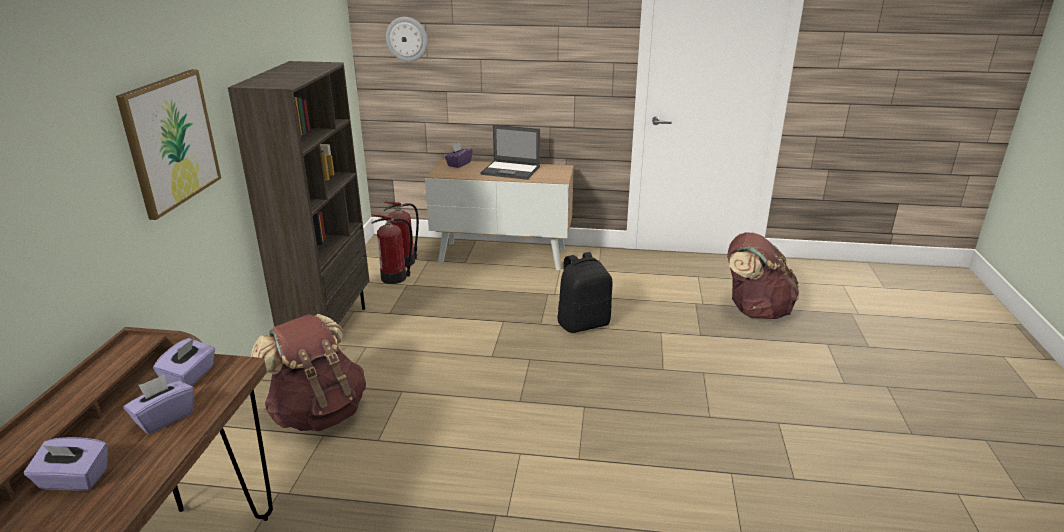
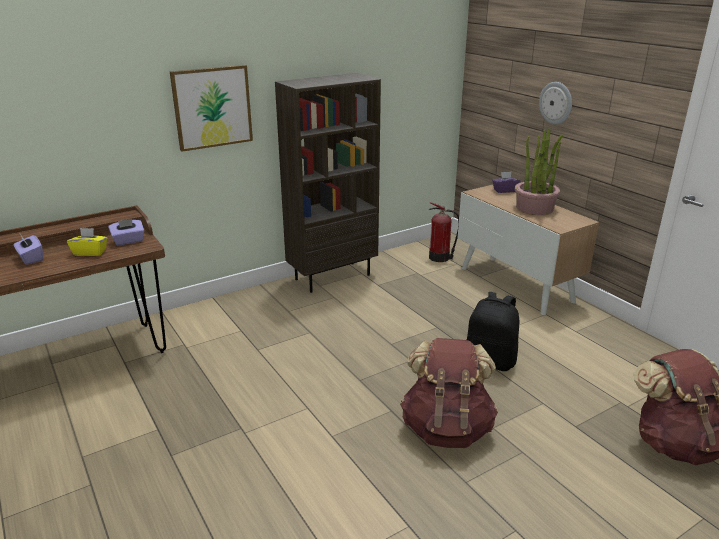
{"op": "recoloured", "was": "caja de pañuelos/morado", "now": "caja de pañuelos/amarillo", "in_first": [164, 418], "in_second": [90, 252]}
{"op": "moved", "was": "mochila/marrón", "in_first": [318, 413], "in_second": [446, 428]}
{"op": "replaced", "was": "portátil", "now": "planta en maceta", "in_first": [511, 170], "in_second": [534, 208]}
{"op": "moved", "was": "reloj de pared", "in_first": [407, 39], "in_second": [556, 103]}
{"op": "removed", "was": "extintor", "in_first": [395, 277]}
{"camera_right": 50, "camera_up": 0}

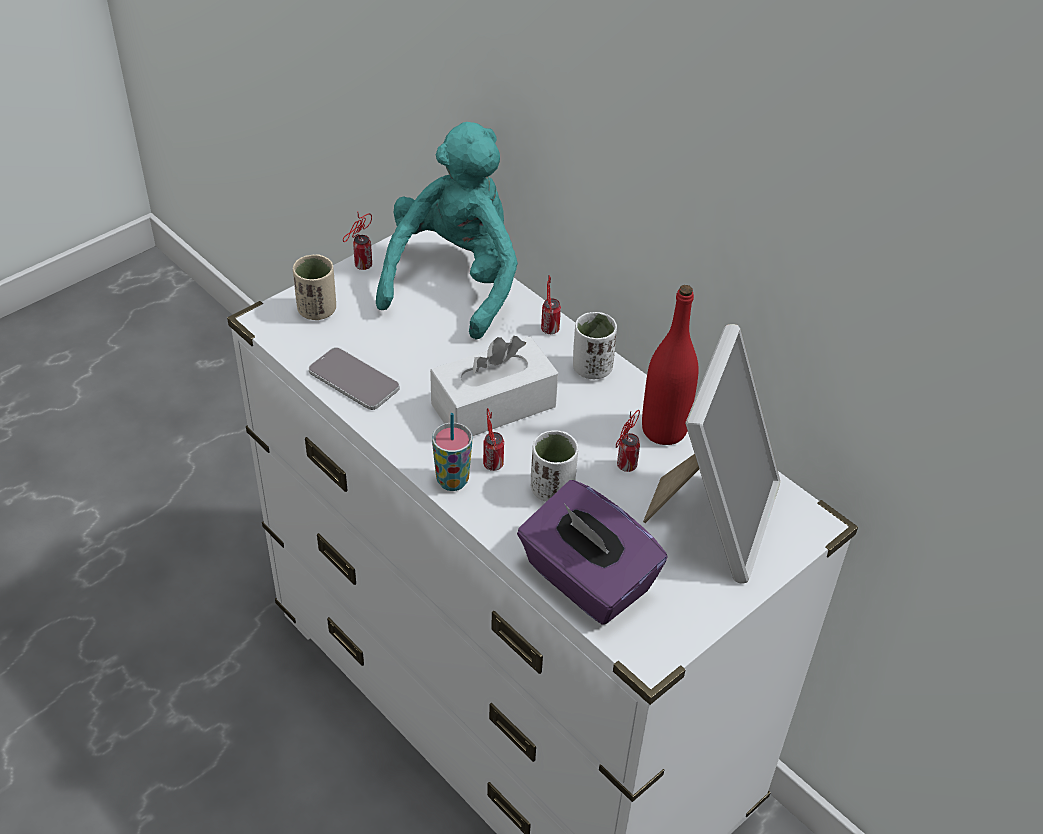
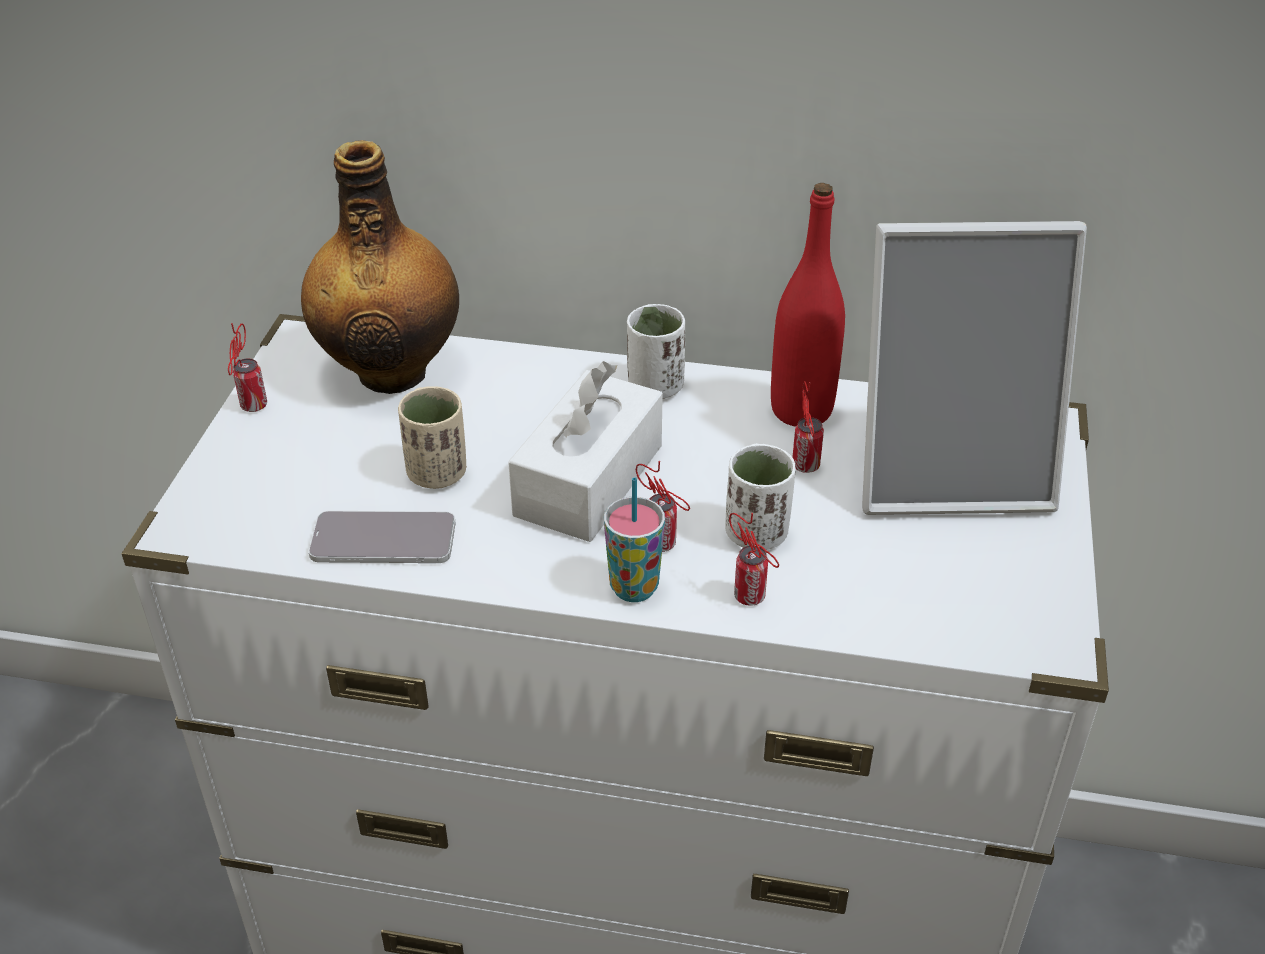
{"op": "replaced", "was": "peluche/turquesa", "now": "botella", "in_first": [455, 280], "in_second": [392, 370]}
{"op": "moved", "was": "taza/beis", "in_first": [317, 310], "in_second": [437, 474]}
{"op": "moved", "was": "lata", "in_first": [550, 331], "in_second": [752, 599]}
{"op": "turned", "was": "portarretratos", "in_first": [712, 517], "in_second": [949, 470], "clockwise": 105}
{"op": "removed", "was": "caja de pañuelos/morado", "in_first": [586, 580]}
{"camera_right": -35, "camera_up": -5}

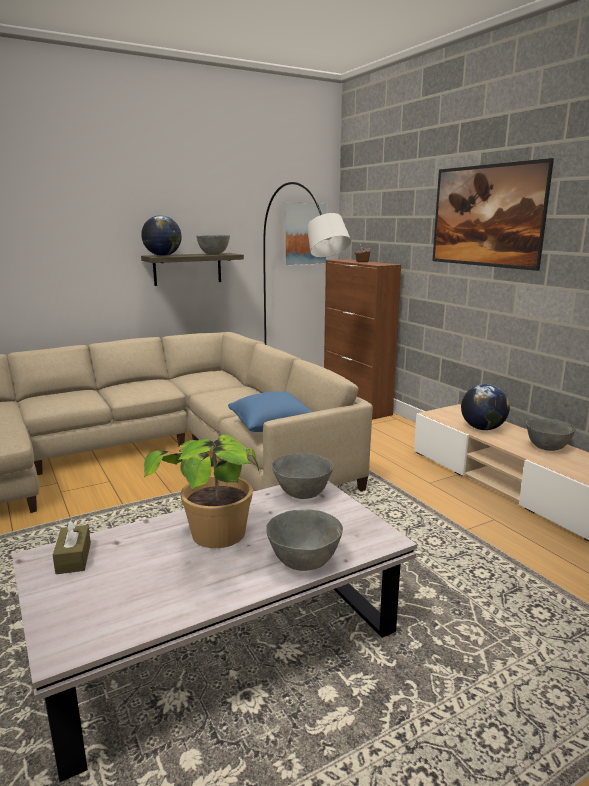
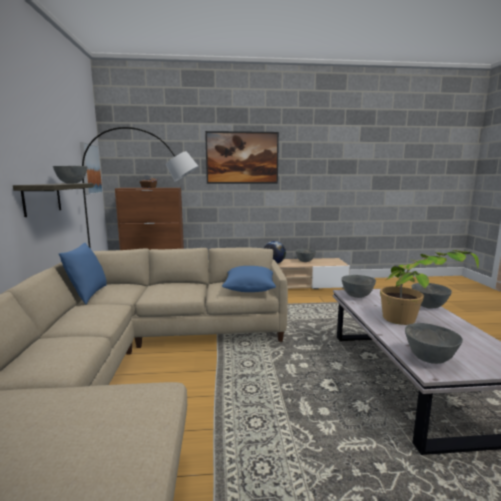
{"op": "added", "now": "cojín/azul", "in_second": [87, 295]}
{"op": "replaced", "was": "caja de pañuelos/marrón", "now": "cuenco/gris", "in_first": [73, 558], "in_second": [429, 359]}
{"op": "removed", "was": "globo terráqueo", "in_first": [162, 256]}
{"camera_right": -65, "camera_up": -5}

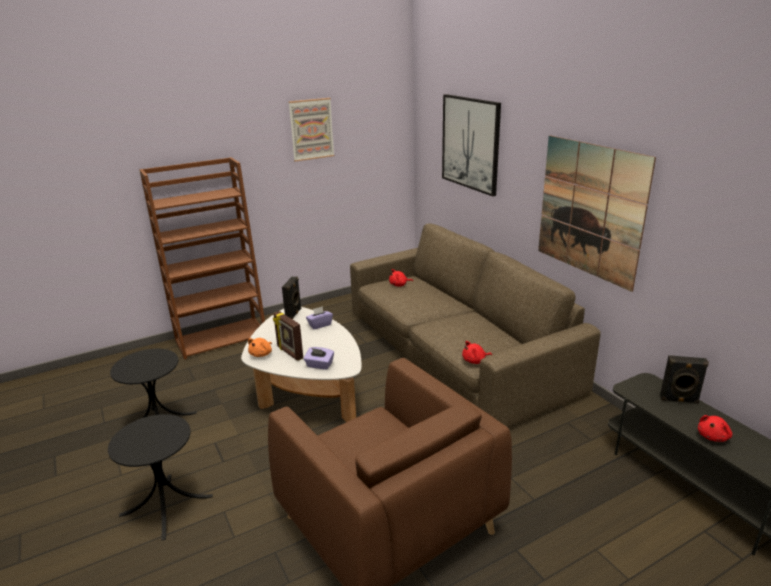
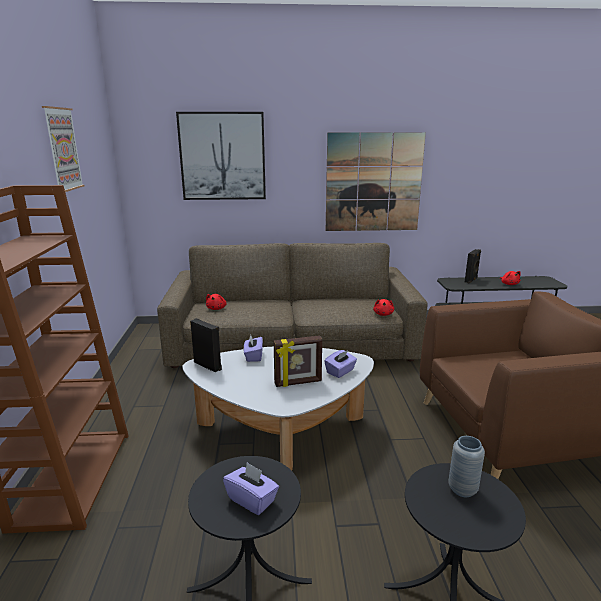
{"op": "added", "now": "caja de pañuelos/morado", "in_second": [252, 500]}
{"op": "added", "now": "florero/gris", "in_second": [462, 489]}
{"op": "removed", "was": "peluche/naranja", "in_first": [261, 354]}
{"camera_right": -65, "camera_up": -5}

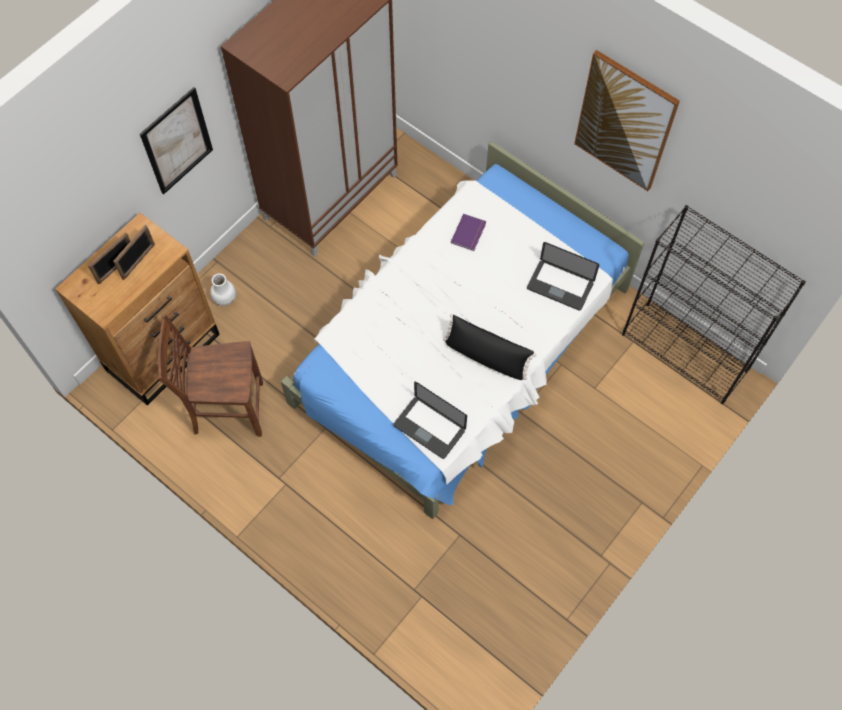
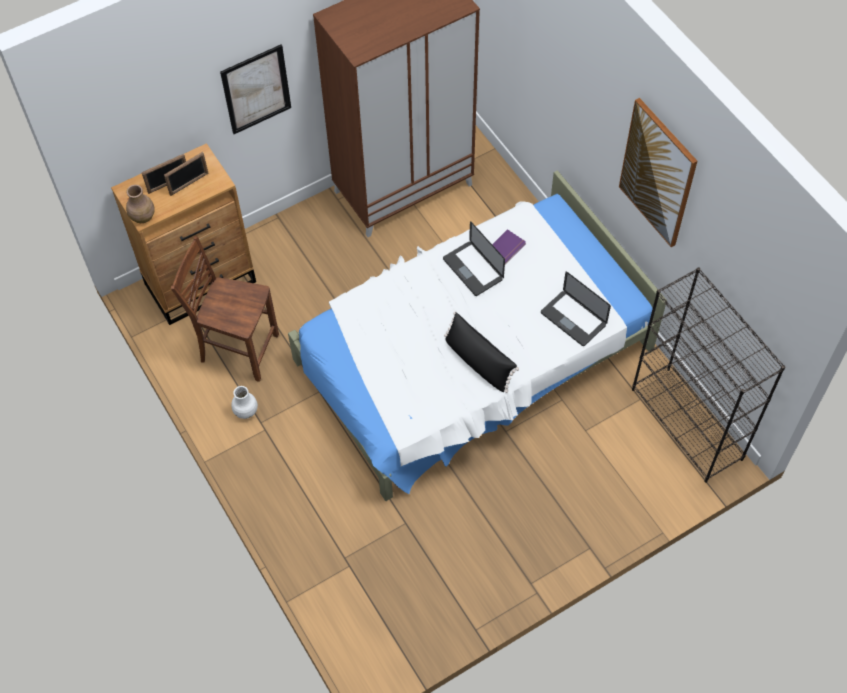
{"op": "added", "now": "florero/marrón", "in_second": [143, 217]}
{"op": "moved", "was": "florero/blanco", "in_first": [225, 299], "in_second": [245, 411]}
{"op": "moved", "was": "portátil", "in_first": [429, 428], "in_second": [473, 269]}
{"camera_right": 20, "camera_up": -5}

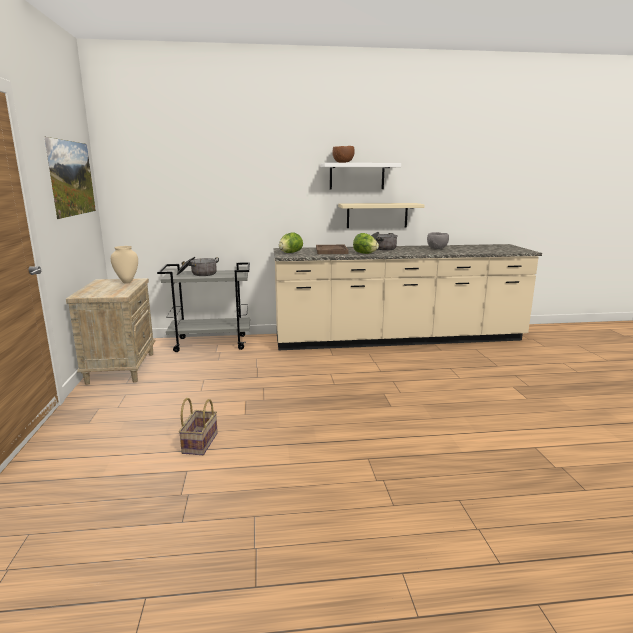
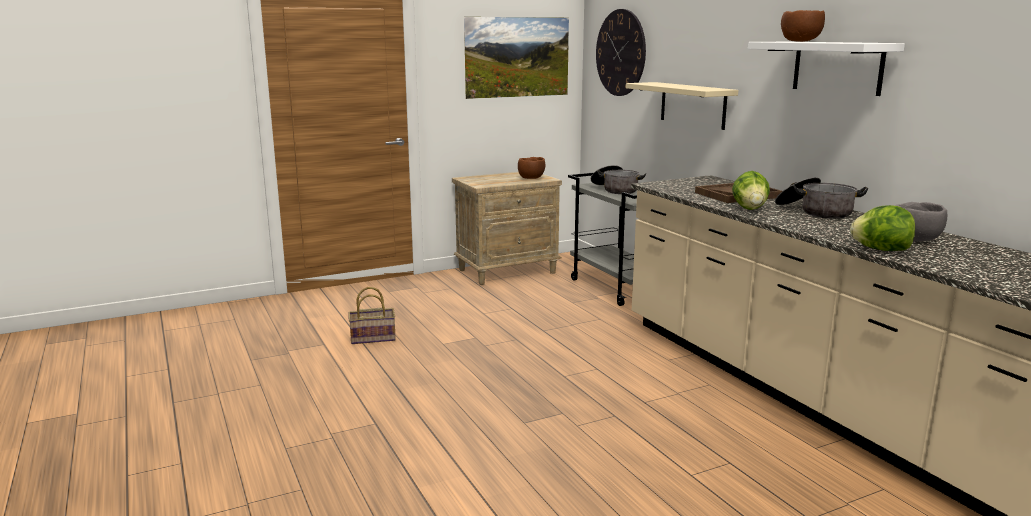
{"op": "replaced", "was": "florero/beis", "now": "cuenco/marrón", "in_first": [127, 282], "in_second": [532, 178]}
{"op": "added", "now": "reloj de pared", "in_second": [620, 53]}
{"op": "moved", "was": "estante/beis", "in_first": [377, 215], "in_second": [692, 105]}
{"op": "moved", "was": "lechuga", "in_first": [290, 253], "in_second": [881, 250]}
{"camera_right": 70, "camera_up": 0}

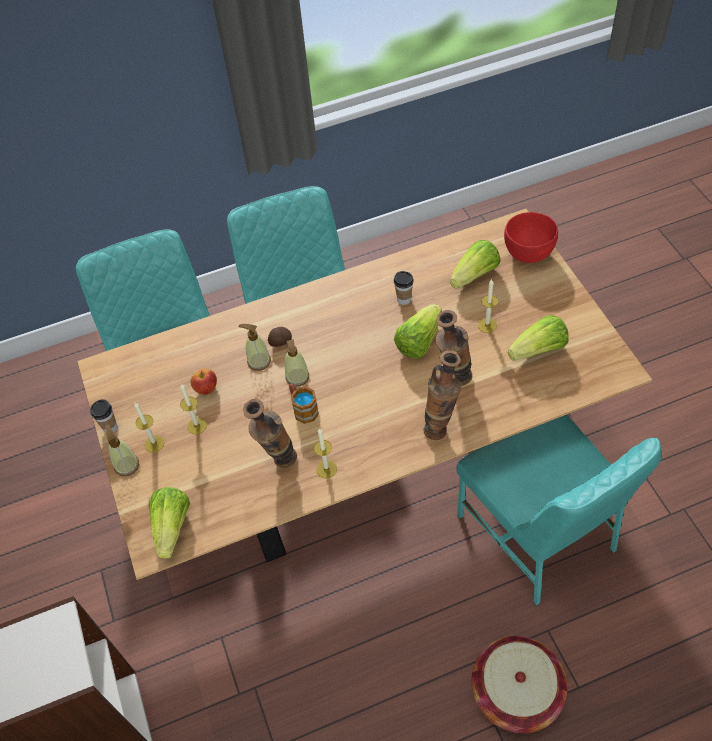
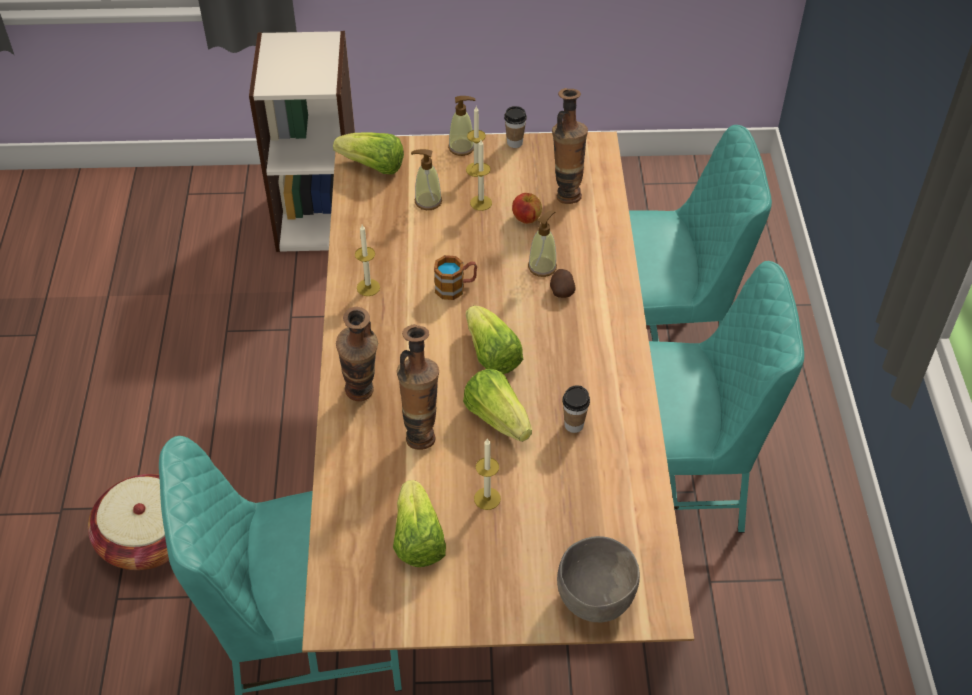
{"op": "moved", "was": "dispensador de jabón", "in_first": [297, 377], "in_second": [428, 201]}
{"op": "moved", "was": "lechuga", "in_first": [475, 275], "in_second": [491, 355]}
{"op": "moved", "was": "florero", "in_first": [278, 462], "in_second": [566, 192]}
{"op": "recoloured", "was": "cuenco/rojo", "now": "cuenco/gris", "in_first": [528, 254], "in_second": [595, 600]}
{"camera_right": 105, "camera_up": -5}

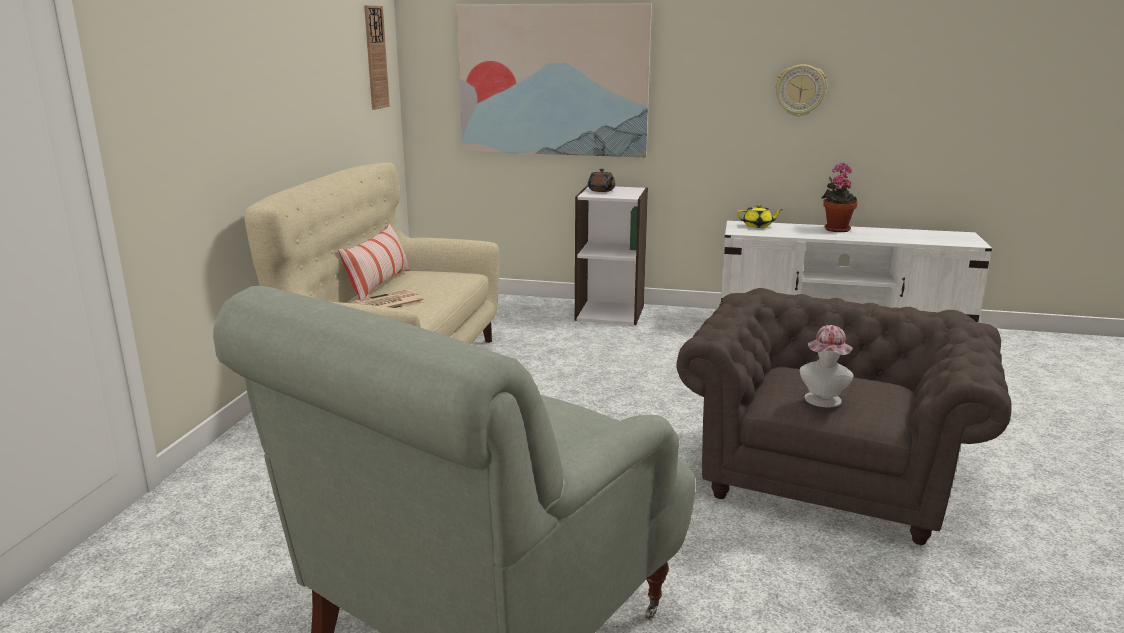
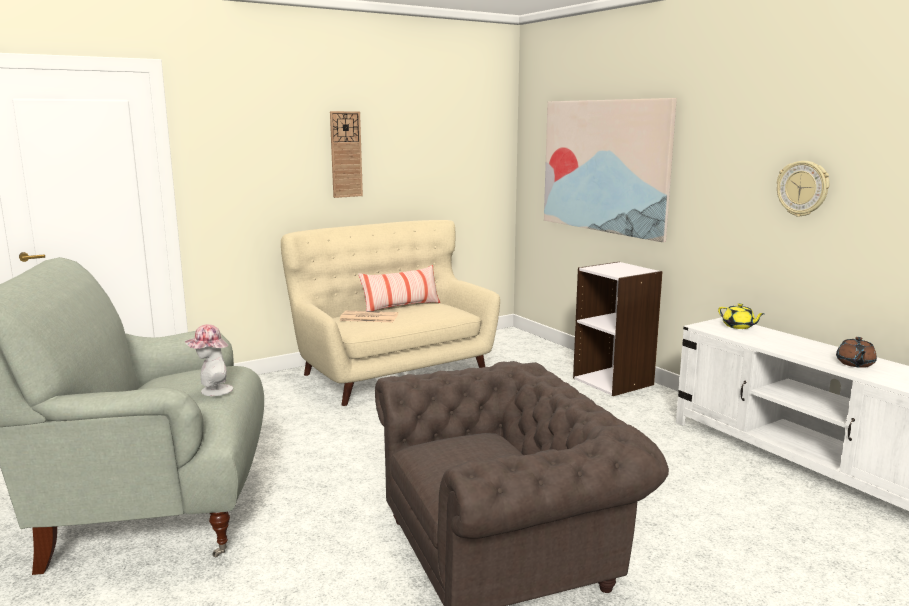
{"op": "moved", "was": "sombrero", "in_first": [823, 402], "in_second": [212, 391]}
{"op": "moved", "was": "reloj de pared", "in_first": [376, 57], "in_second": [346, 154]}
{"op": "moved", "was": "tetera/marrón", "in_first": [601, 190], "in_second": [855, 364]}
{"op": "removed", "was": "planta en maceta", "in_first": [836, 229]}
{"camera_right": 45, "camera_up": -5}

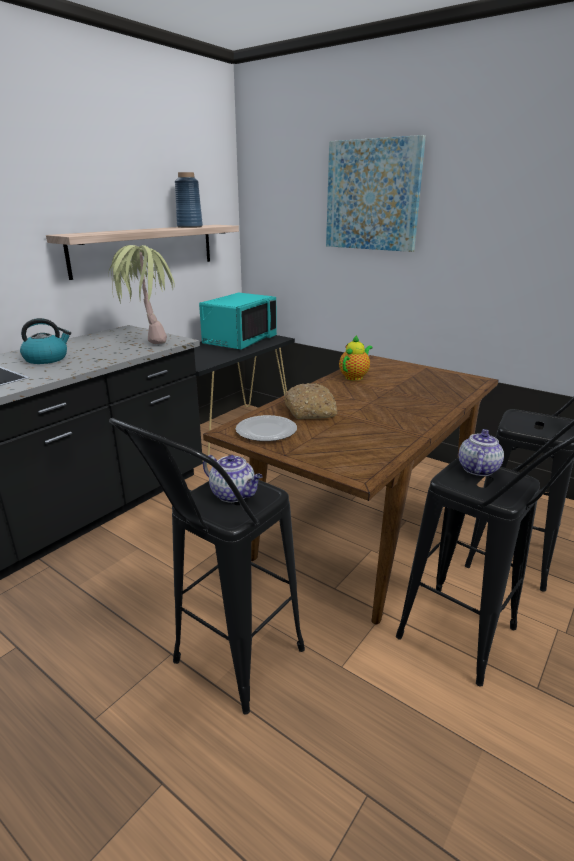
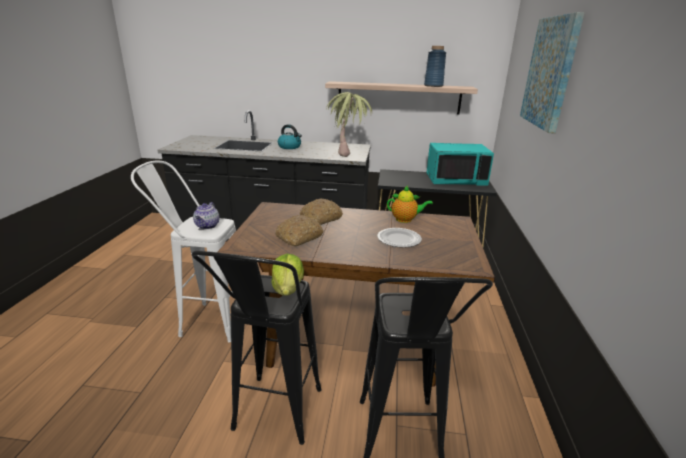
{"op": "recoloured", "was": "taburete/negro", "now": "taburete/blanco", "in_first": [225, 669], "in_second": [205, 321]}
{"op": "replaced", "was": "tetera", "now": "lechuga", "in_first": [477, 469], "in_second": [288, 289]}
{"op": "added", "now": "pan", "in_second": [299, 237]}
{"op": "moved", "was": "plato", "in_first": [265, 431], "in_second": [398, 239]}
{"camera_right": 60, "camera_up": 0}

